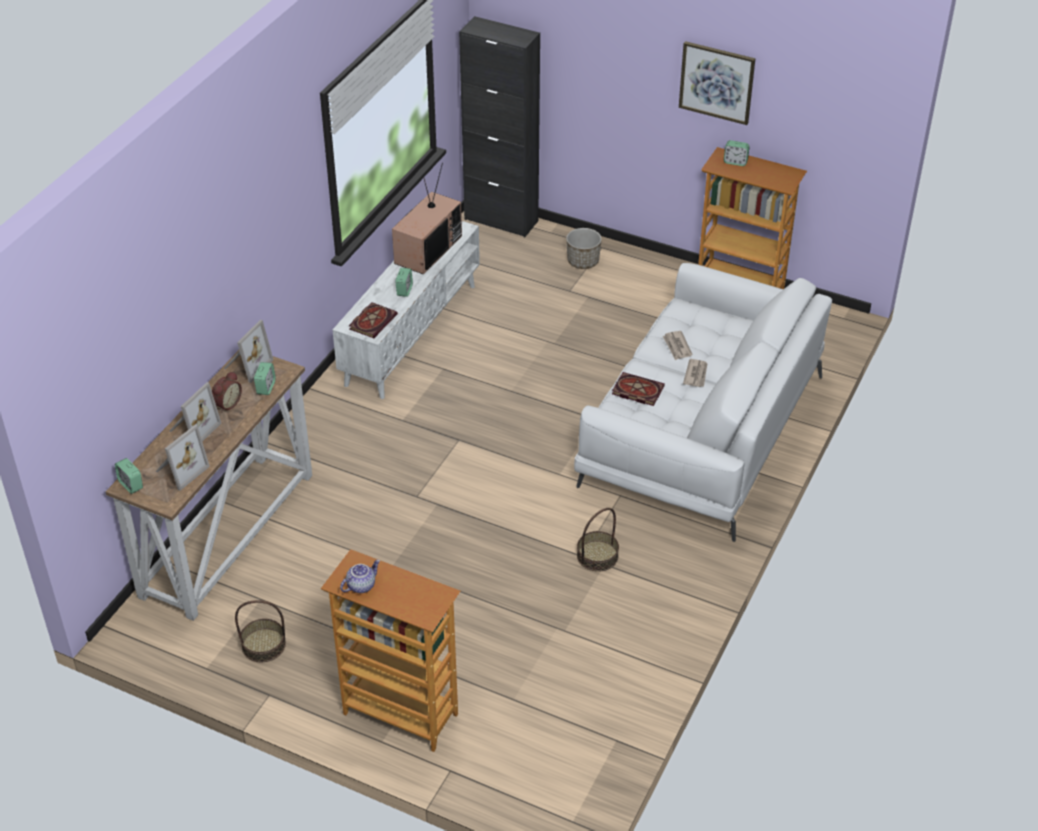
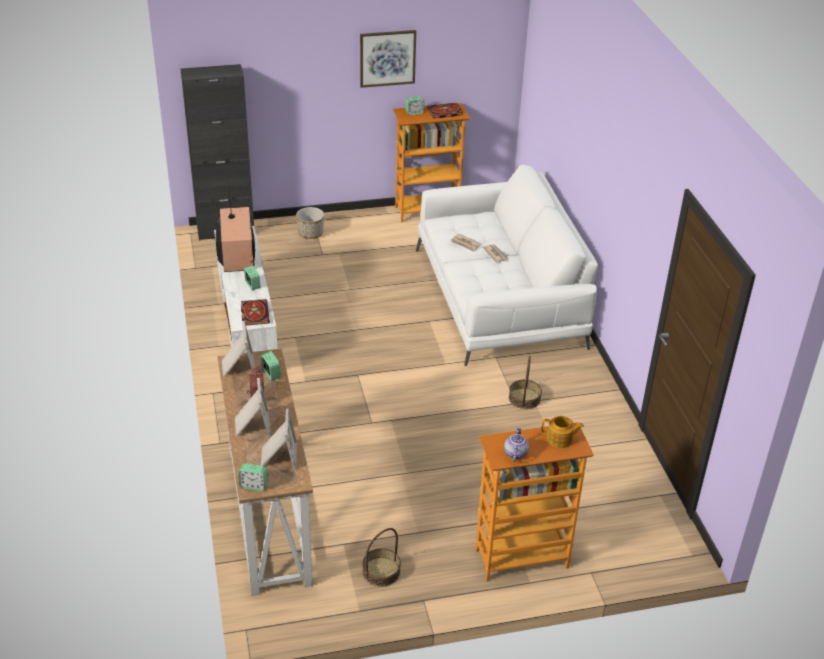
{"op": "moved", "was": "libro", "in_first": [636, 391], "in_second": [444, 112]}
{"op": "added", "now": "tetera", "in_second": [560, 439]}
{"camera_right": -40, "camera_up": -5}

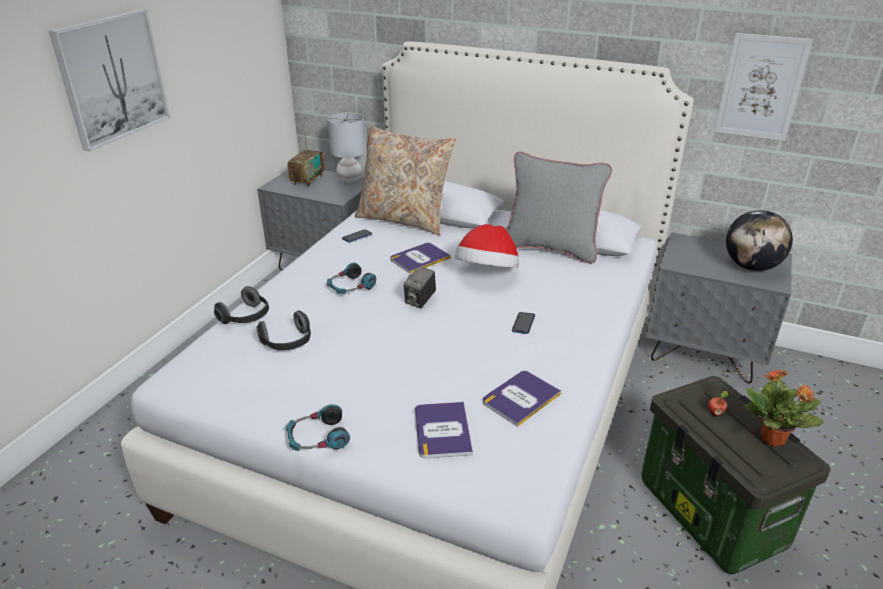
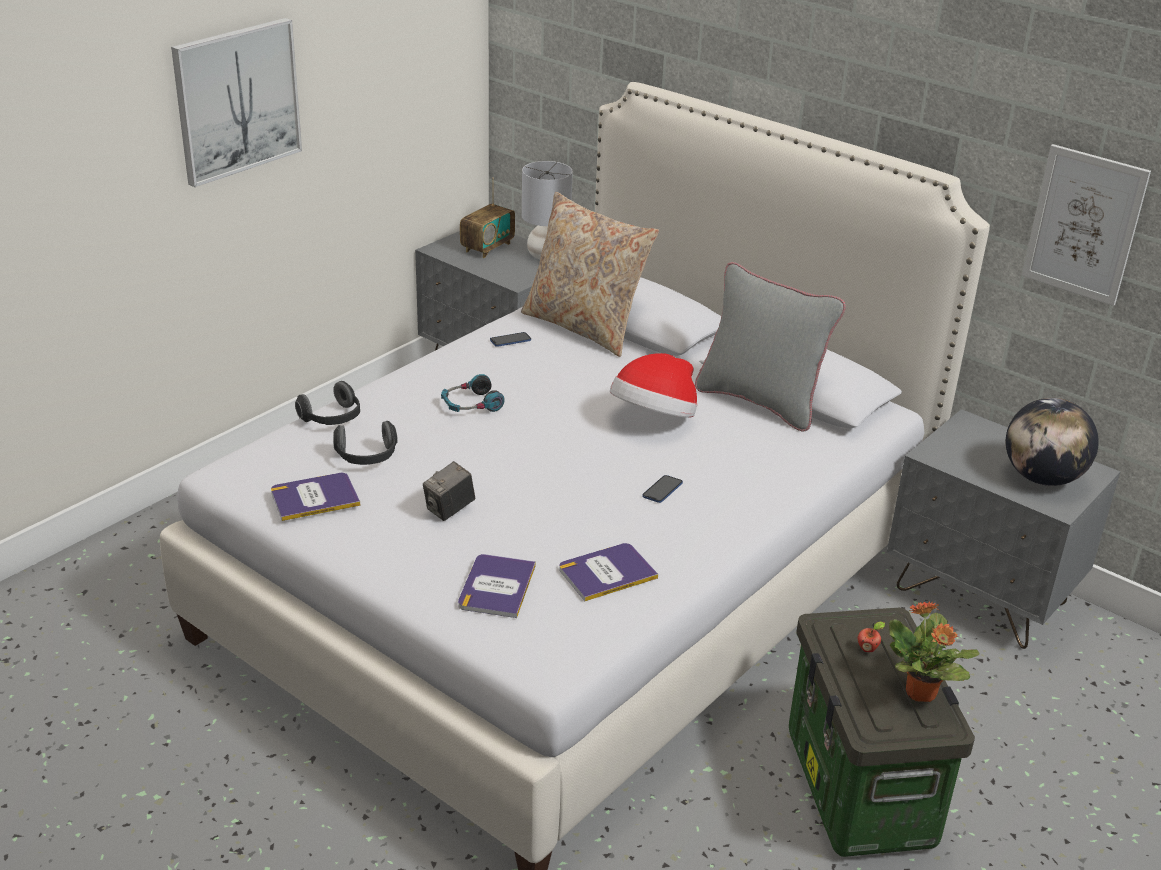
{"op": "moved", "was": "libro", "in_first": [419, 258], "in_second": [315, 497]}
{"op": "moved", "was": "cámara", "in_first": [420, 301], "in_second": [449, 510]}
{"op": "removed", "was": "auriculares", "in_first": [318, 438]}
{"camera_right": 15, "camera_up": 0}

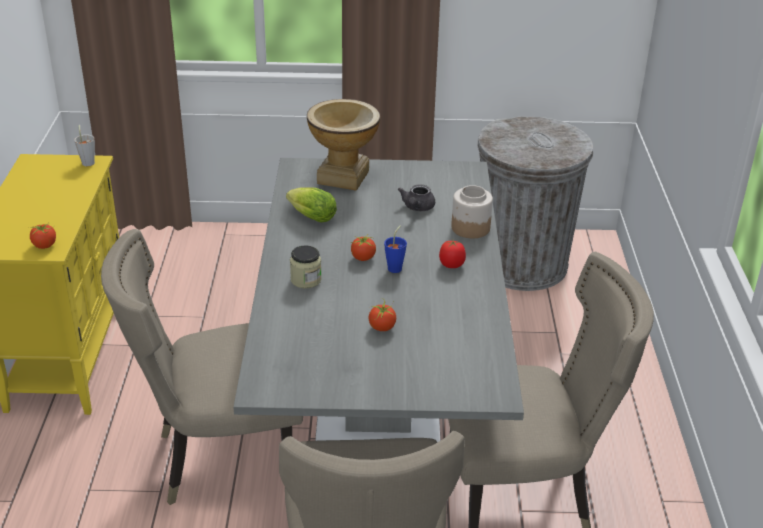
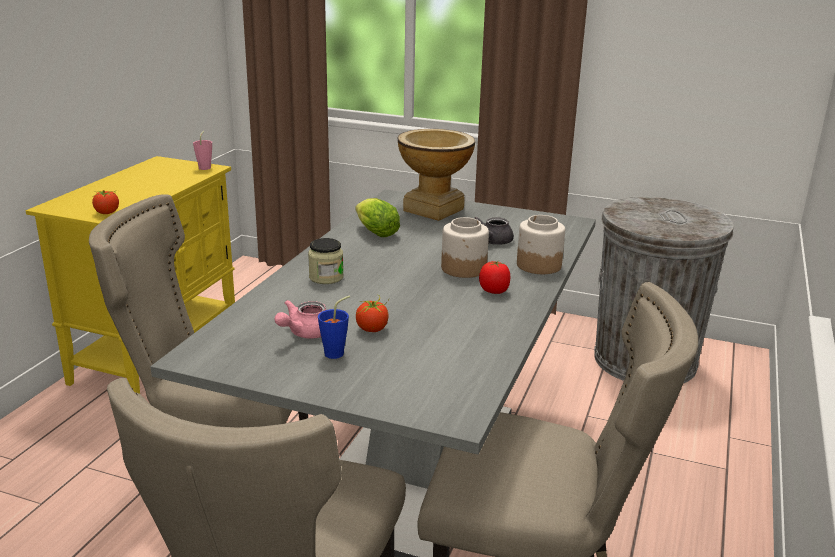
{"op": "recoloured", "was": "taza/gris", "now": "taza/rosa", "in_first": [88, 161], "in_second": [205, 167]}
{"op": "added", "now": "tetera/rosa", "in_second": [305, 333]}
{"op": "moved", "was": "taza/azul", "in_first": [396, 267], "in_second": [337, 352]}
{"op": "added", "now": "tarro", "in_second": [464, 268]}
{"op": "removed", "was": "tomate", "in_first": [363, 258]}
{"camera_right": 20, "camera_up": -10}

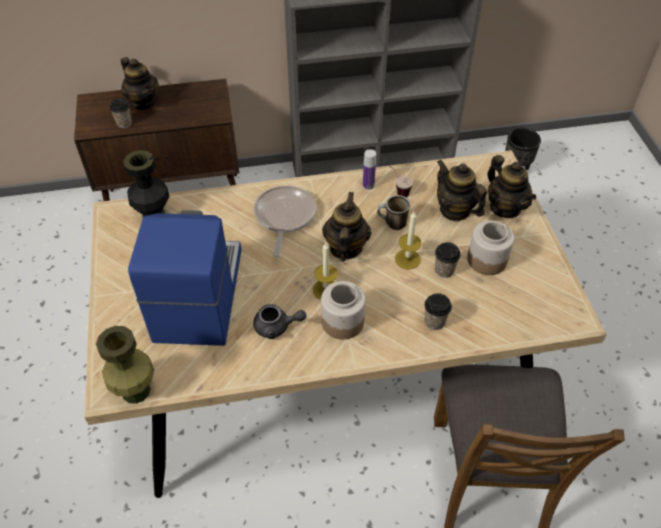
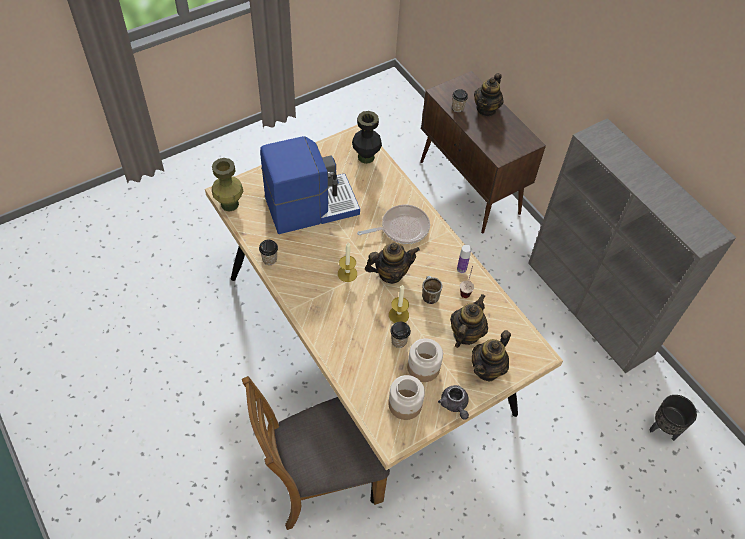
{"op": "moved", "was": "taza", "in_first": [434, 322], "in_second": [269, 259]}
{"op": "moved", "was": "tarro", "in_first": [343, 321], "in_second": [405, 404]}
{"op": "moved", "was": "tetera/gris", "in_first": [277, 327], "in_second": [454, 405]}
{"camera_right": 65, "camera_up": 5}

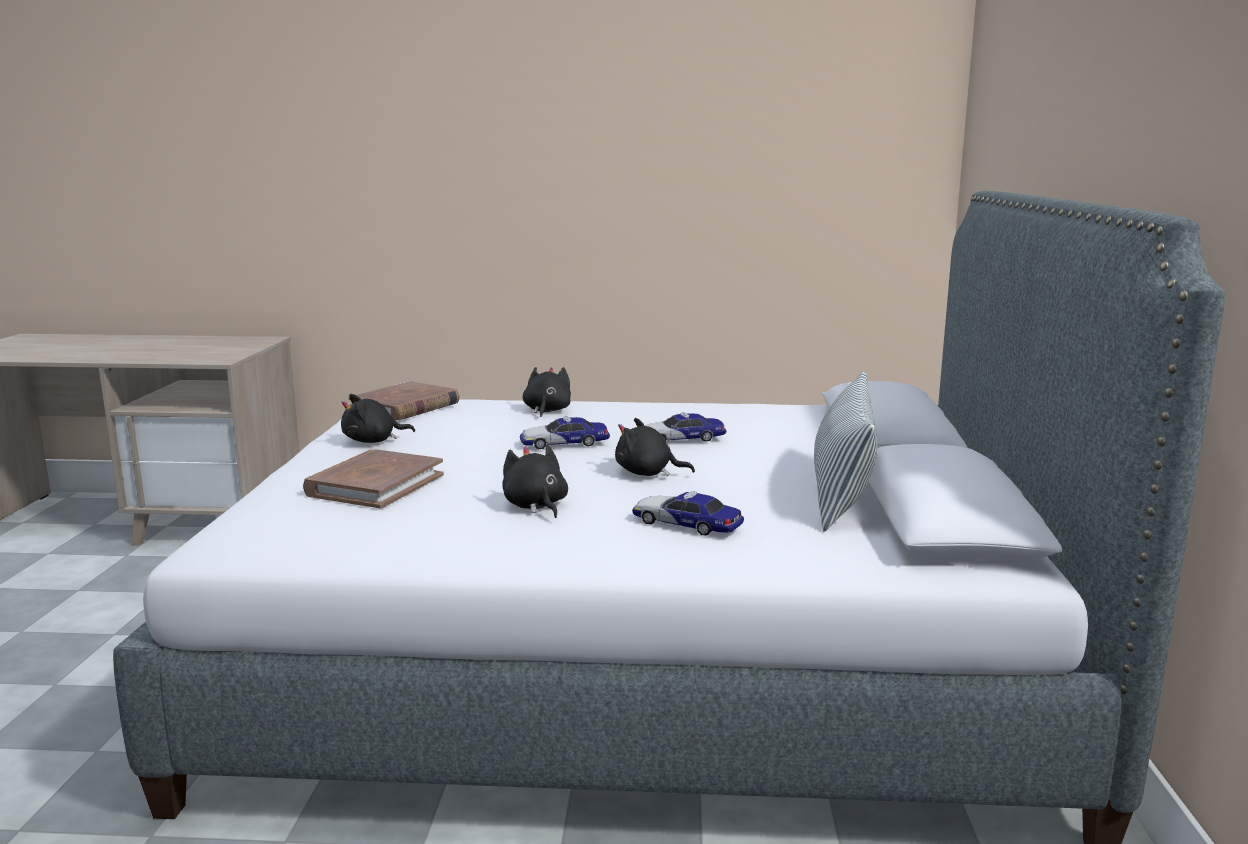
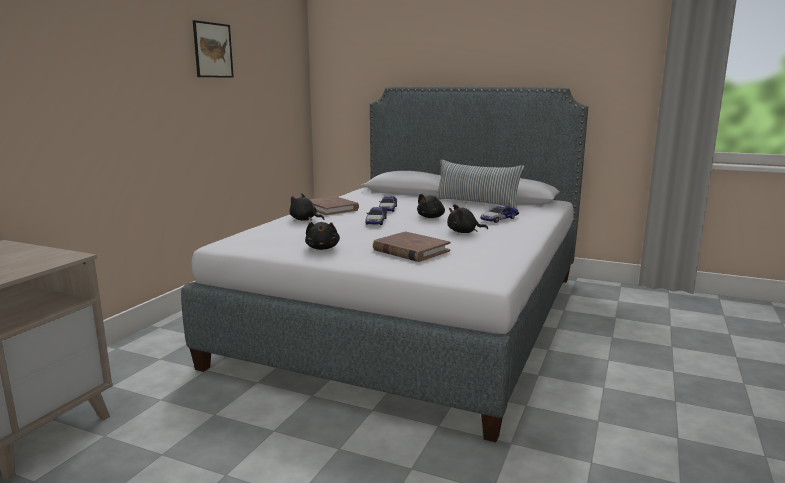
{"op": "added", "now": "cuadro", "in_second": [213, 50]}
{"op": "moved", "was": "libro/marrón", "in_first": [405, 406], "in_second": [331, 208]}
{"camera_right": -70, "camera_up": 0}

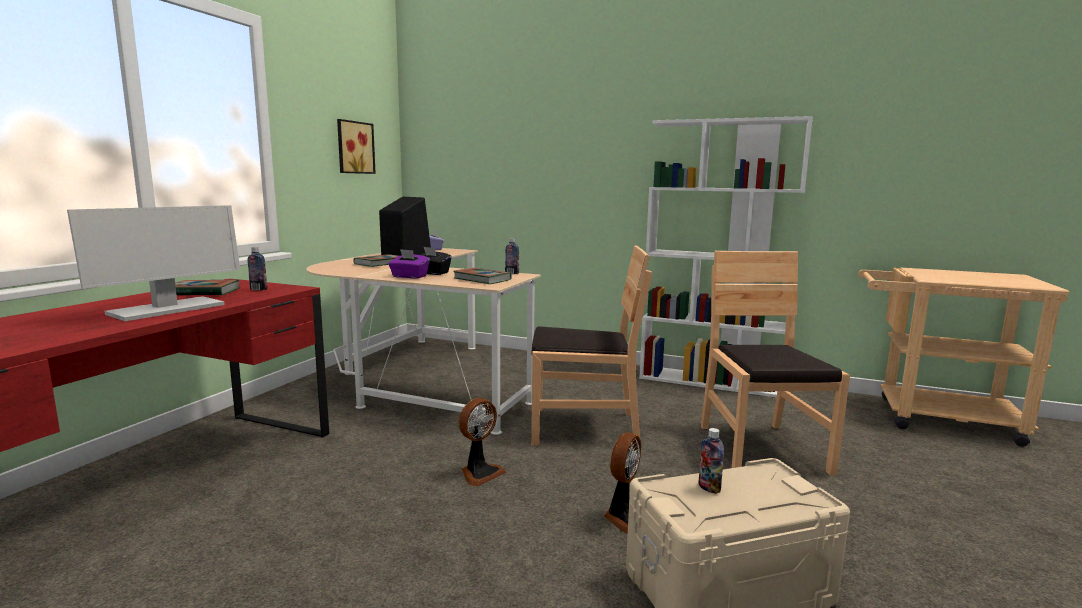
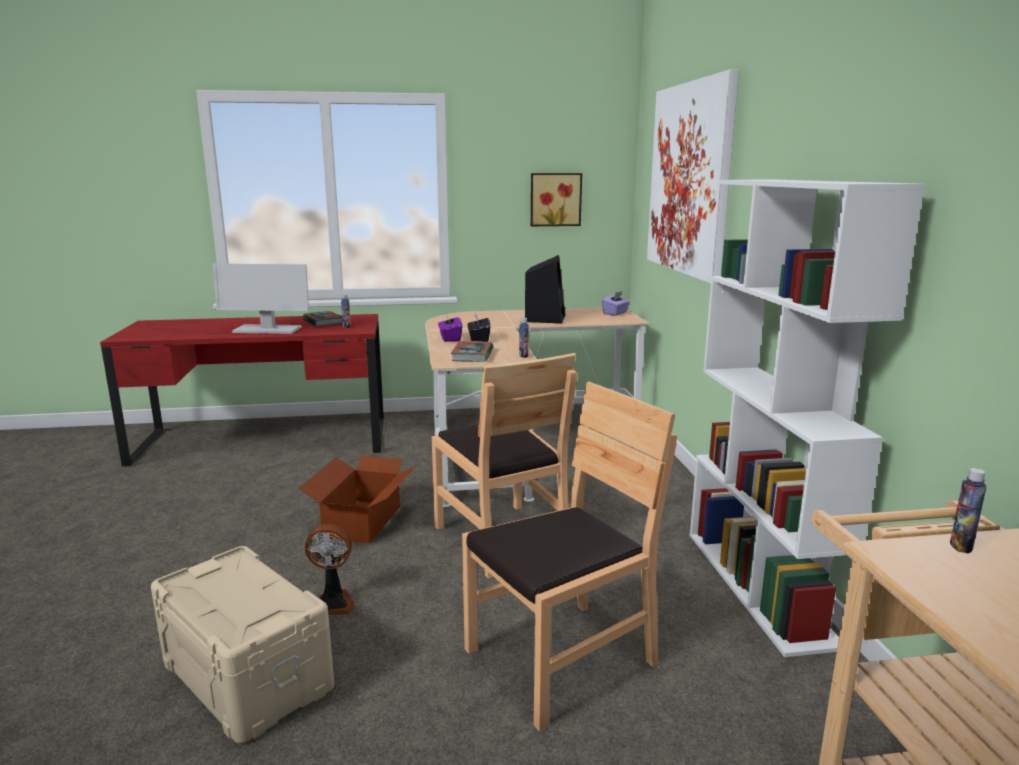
{"op": "replaced", "was": "ventilador", "now": "caja de cartón", "in_first": [480, 473], "in_second": [364, 521]}
{"op": "added", "now": "cuadro", "in_second": [689, 179]}
{"op": "moved", "was": "botella", "in_first": [709, 488], "in_second": [961, 546]}
{"op": "removed", "was": "libro", "in_first": [379, 264]}
{"camera_right": 60, "camera_up": 5}

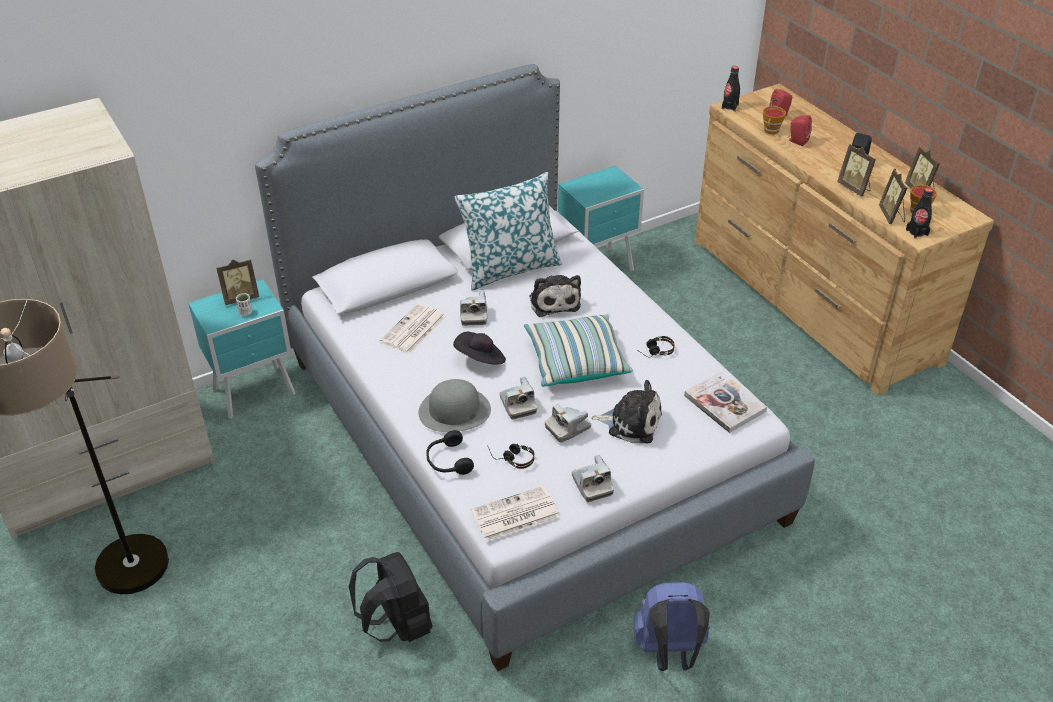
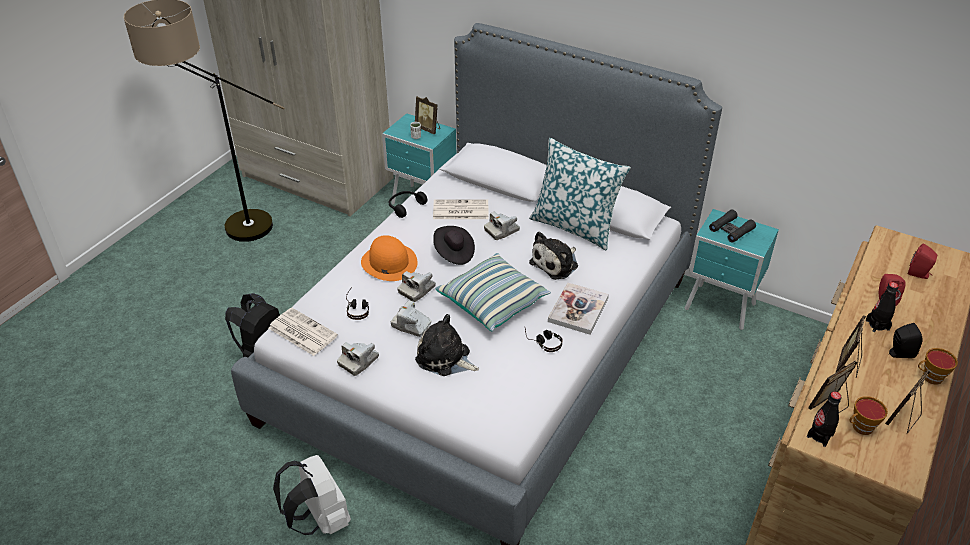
{"op": "recoloured", "was": "mochila/azul", "now": "mochila/blanco", "in_first": [669, 653], "in_second": [319, 519]}
{"op": "recoloured", "was": "sombrero/gris", "now": "sombrero/naranja", "in_first": [454, 411], "in_second": [389, 262]}
{"op": "moved", "was": "auriculares/negro", "in_first": [448, 461], "in_second": [405, 206]}
{"op": "turned", "was": "peluche", "in_first": [631, 422], "in_second": [445, 358], "clockwise": 135}
{"op": "moved", "was": "libro", "in_first": [724, 403], "in_second": [578, 310]}
{"op": "added", "now": "prismáticos/negro", "in_second": [731, 230]}
{"op": "moved", "was": "botella/negro", "in_first": [730, 106], "in_second": [877, 325]}
{"op": "moved", "was": "taza", "in_first": [771, 131], "in_second": [930, 377]}
{"camera_right": 60, "camera_up": 0}

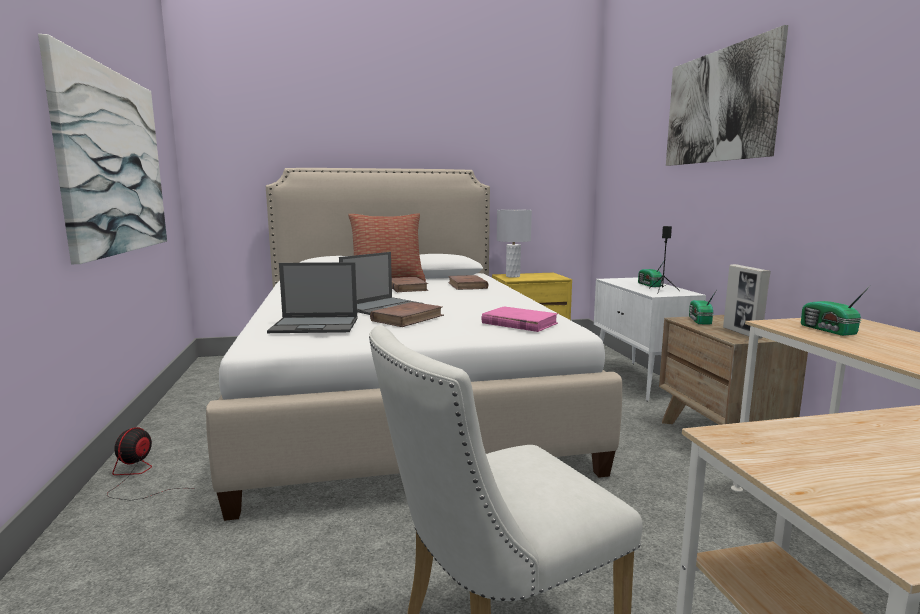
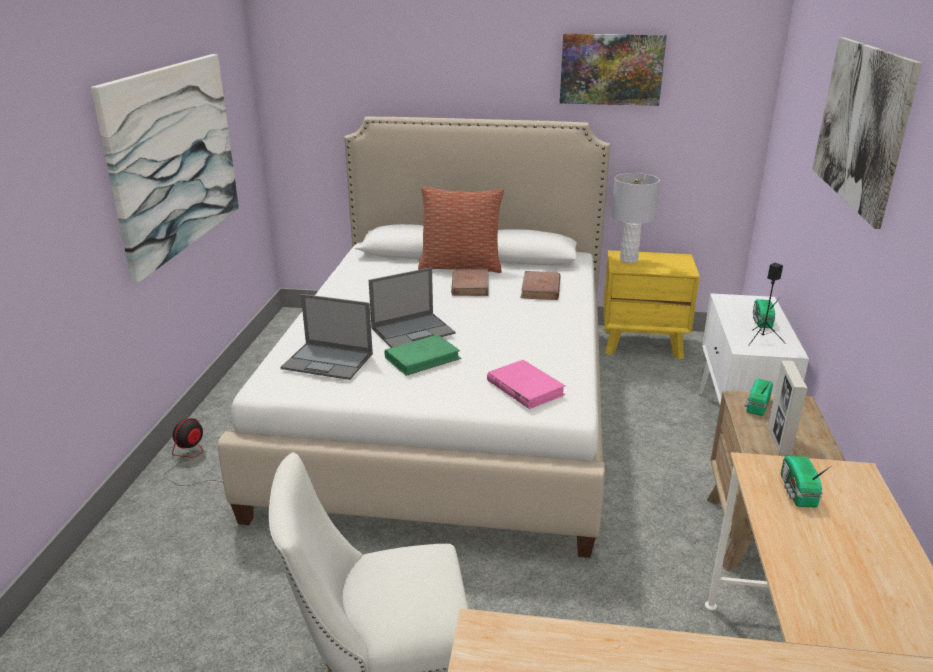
{"op": "recoloured", "was": "libro/marrón", "now": "libro/verde", "in_first": [407, 318], "in_second": [423, 358]}
{"op": "added", "now": "cuadro", "in_second": [611, 69]}
{"camera_right": 20, "camera_up": 15}

